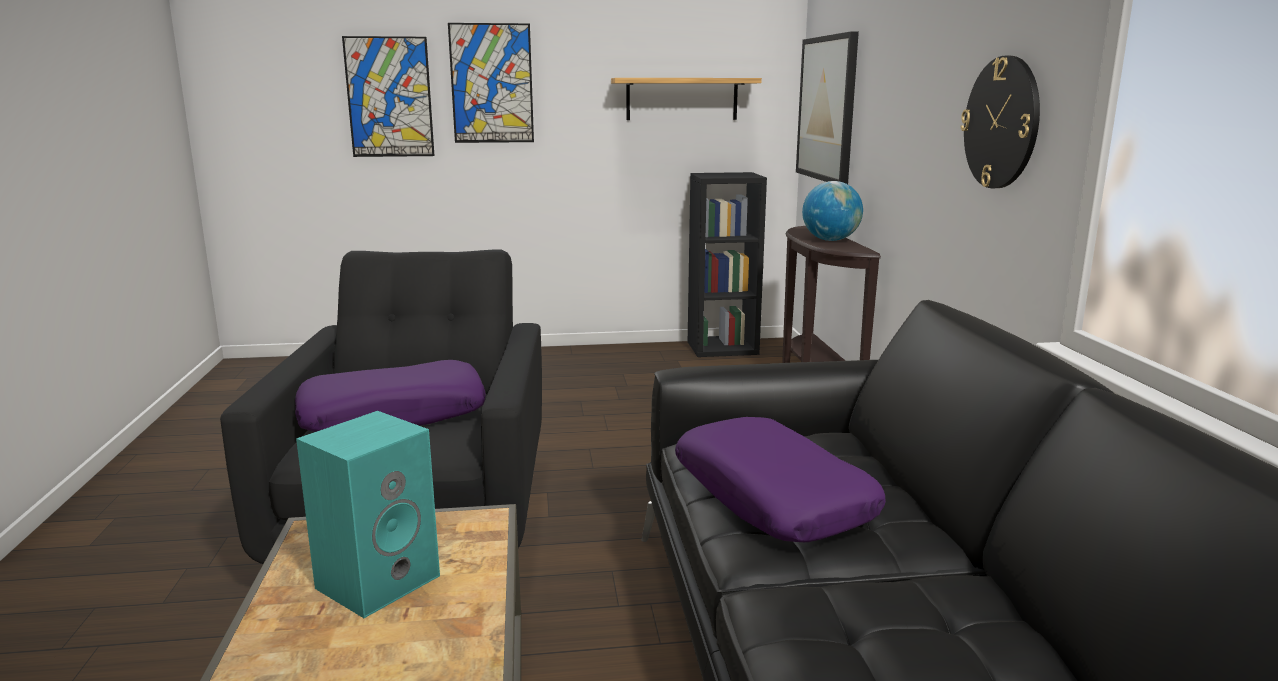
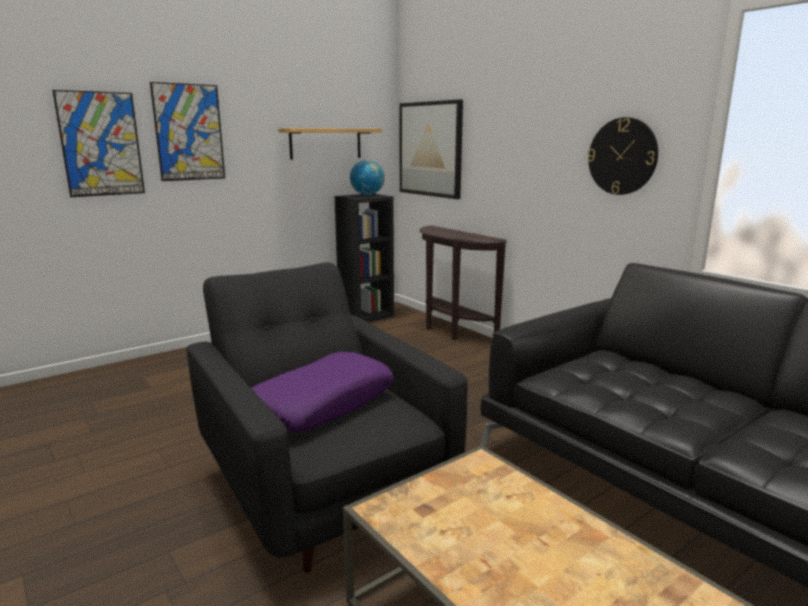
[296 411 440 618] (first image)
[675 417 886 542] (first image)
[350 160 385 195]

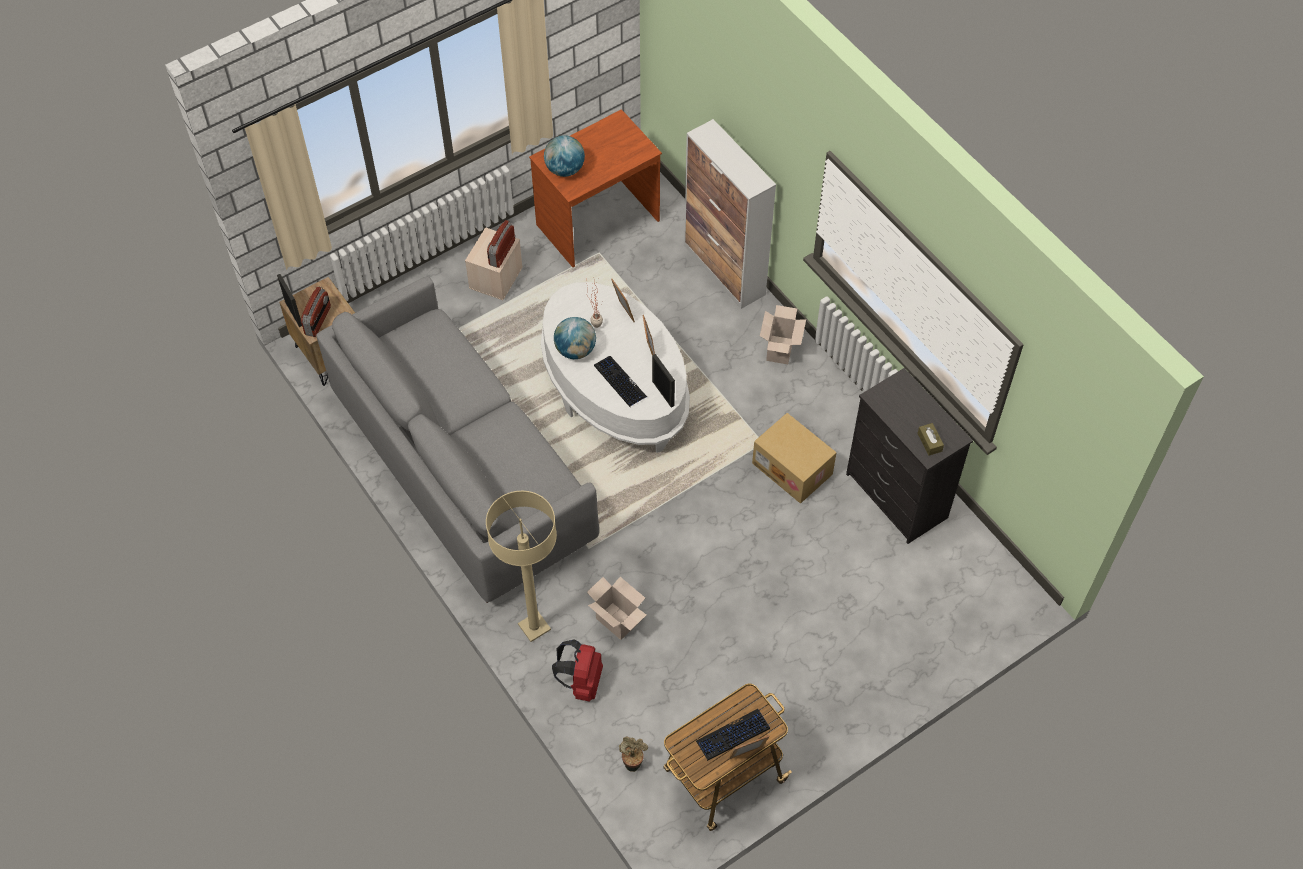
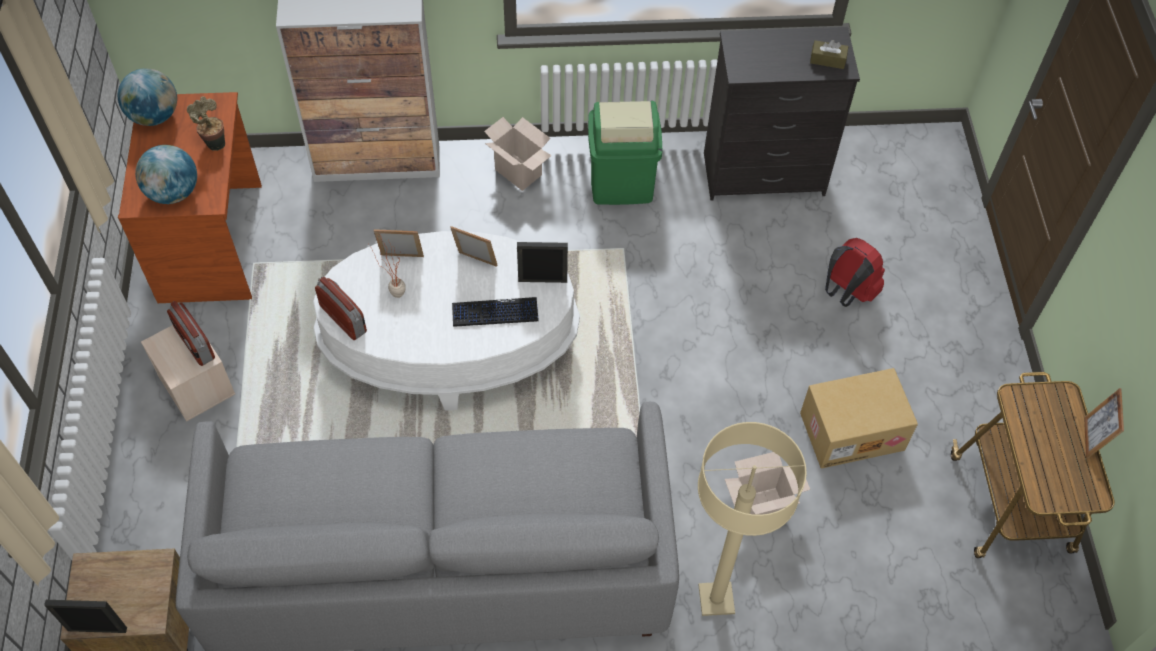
[696 709 770 761] (first image)
[588 101 662 205]
[315 277 367 340]
[825 238 885 307]
[117 68 177 126]
[187 96 225 151]
[800 368 918 469]

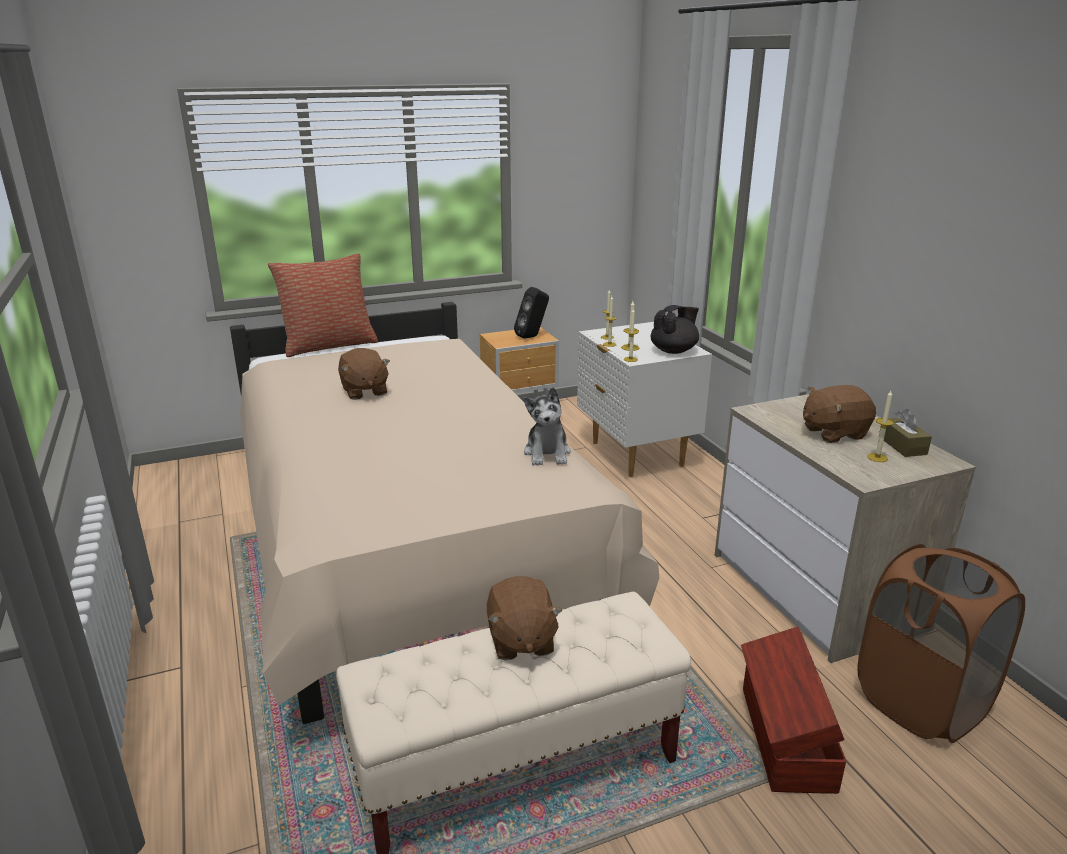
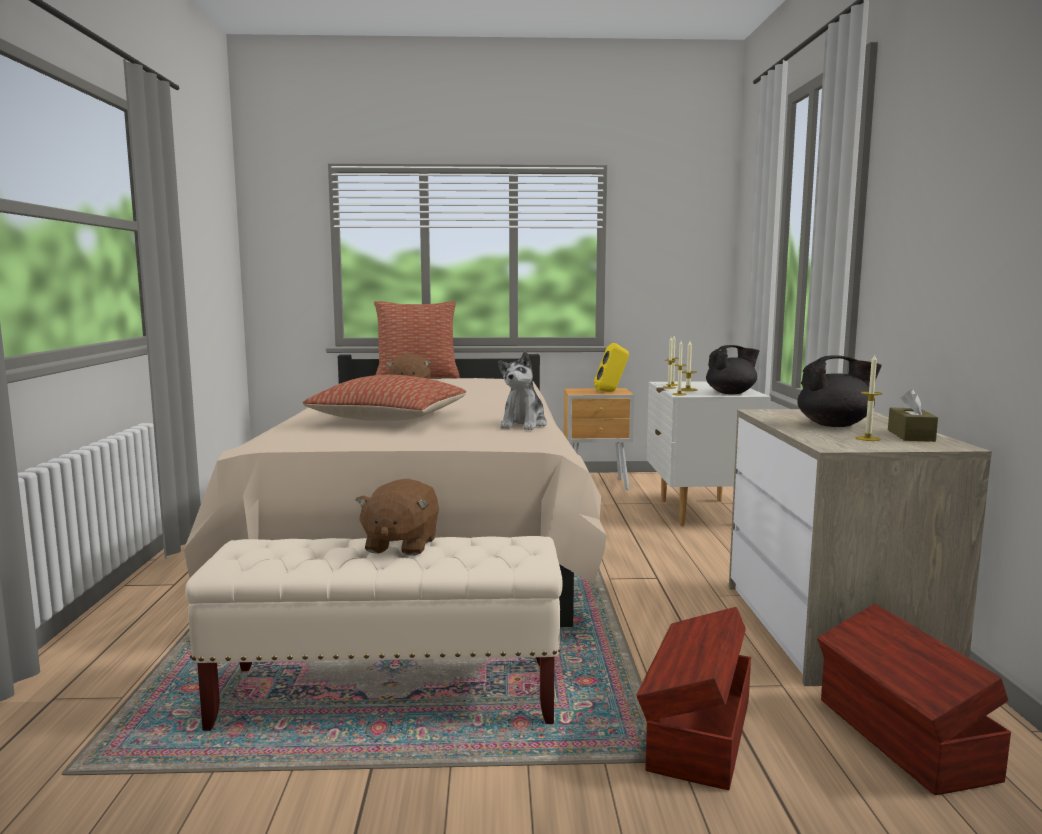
[303 375 466 421]
[797 355 882 427]
[817 604 1011 795]
[594 343 629 392]

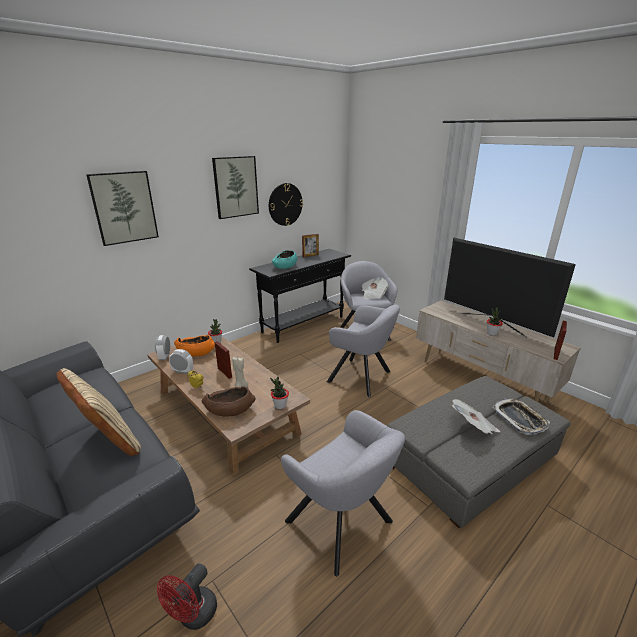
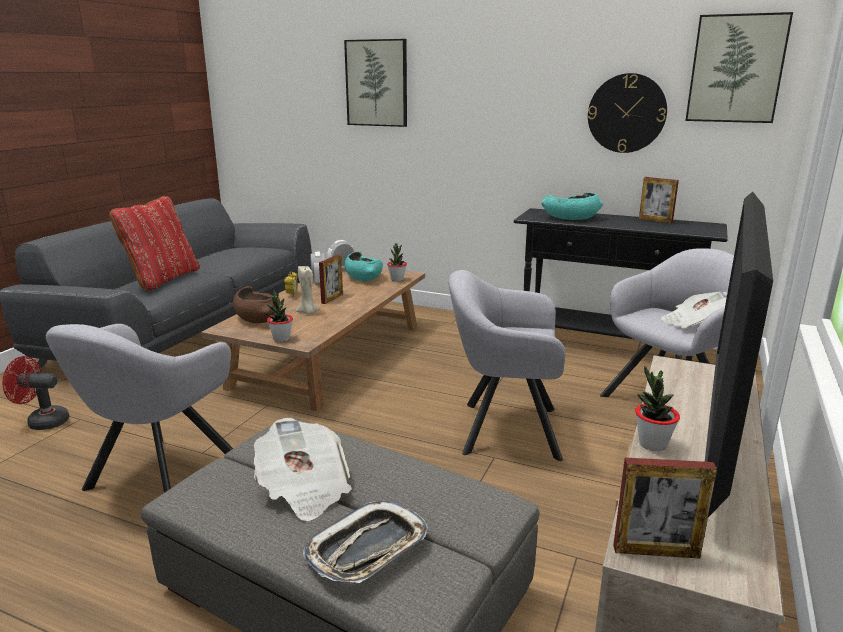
[685 12 793 123]
[109 196 200 291]
[345 251 383 281]
[448 270 566 461]

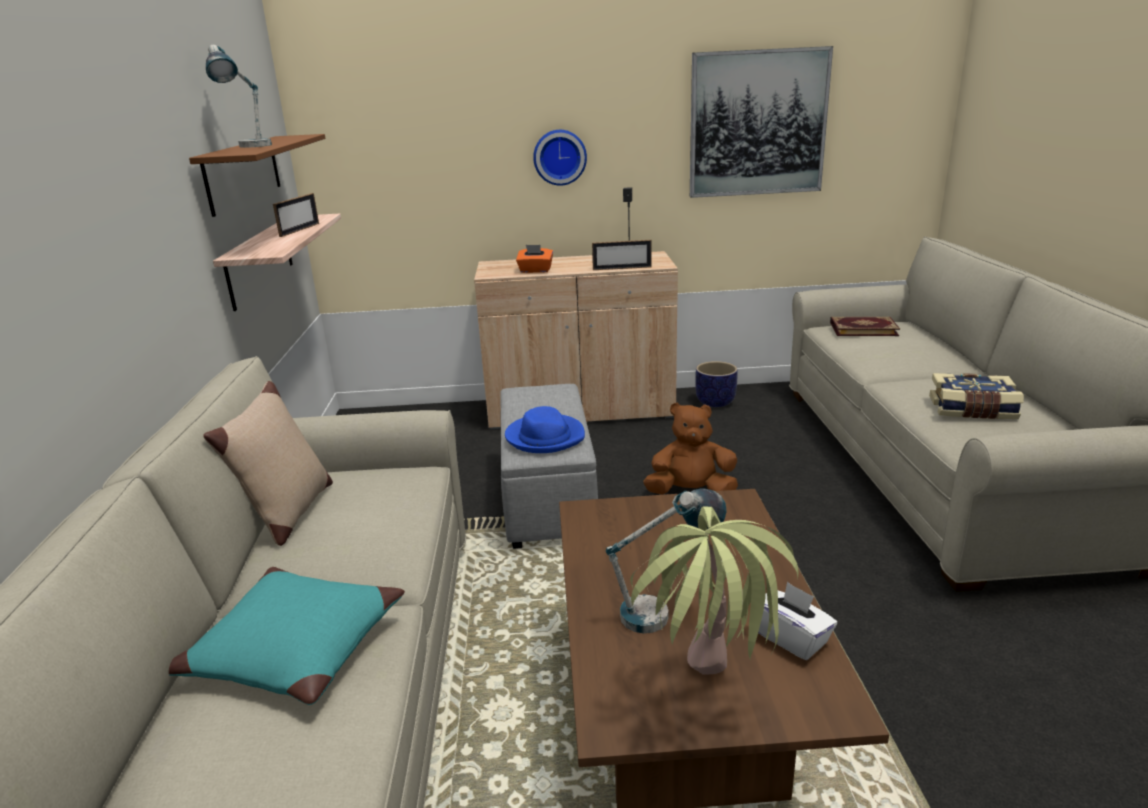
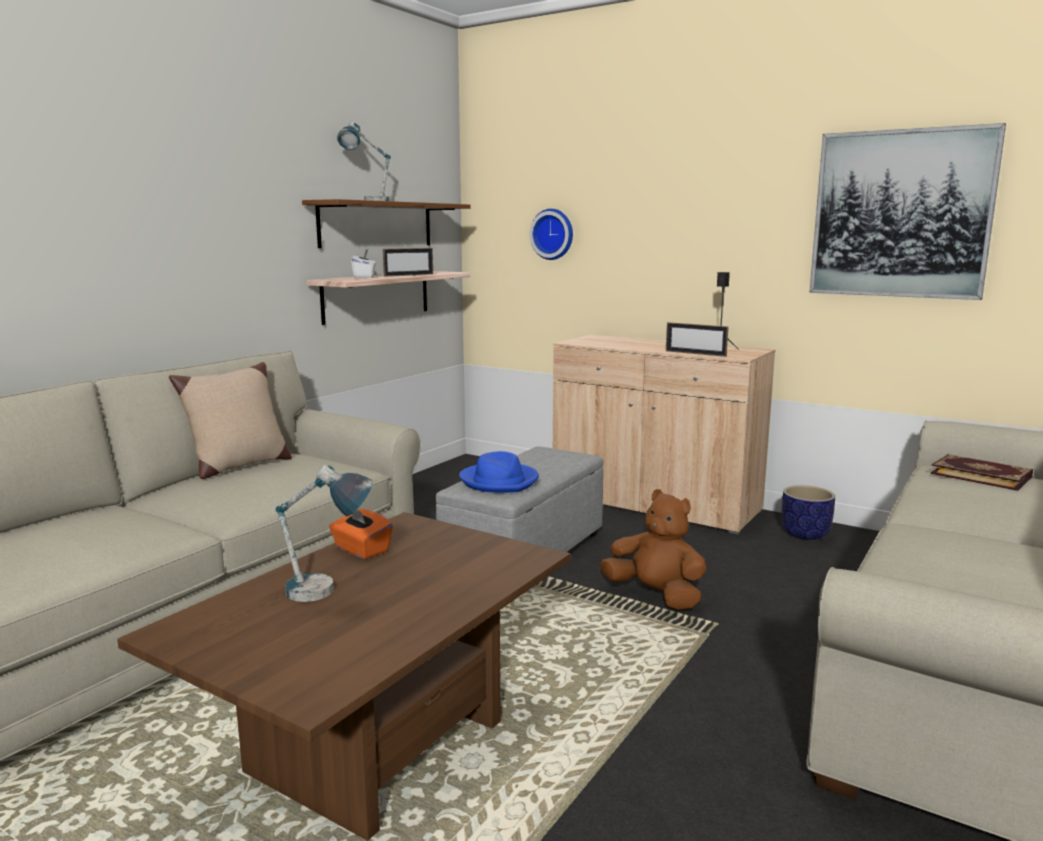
[169 567 405 705] (first image)
[630 506 798 674] (first image)
[929 373 1024 419] (first image)
[329 509 393 559]
[529 209 573 260]
[351 249 376 278]

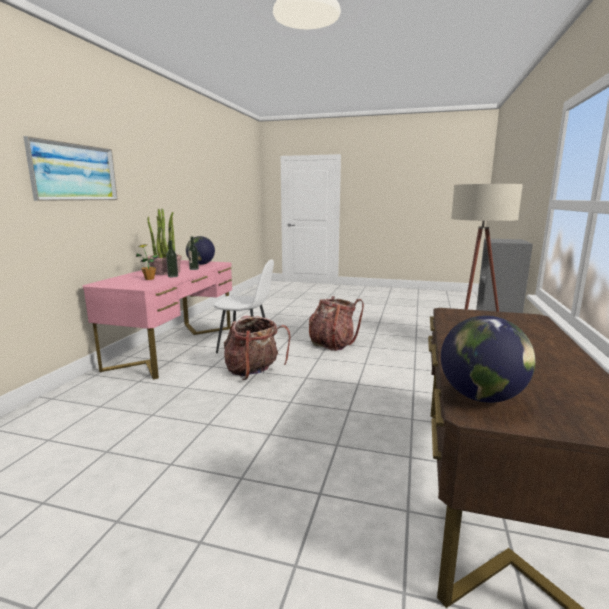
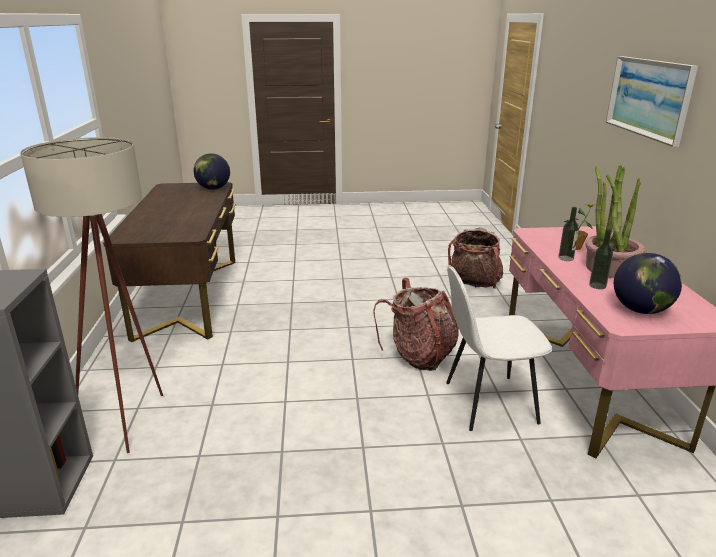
[448 227 503 289]

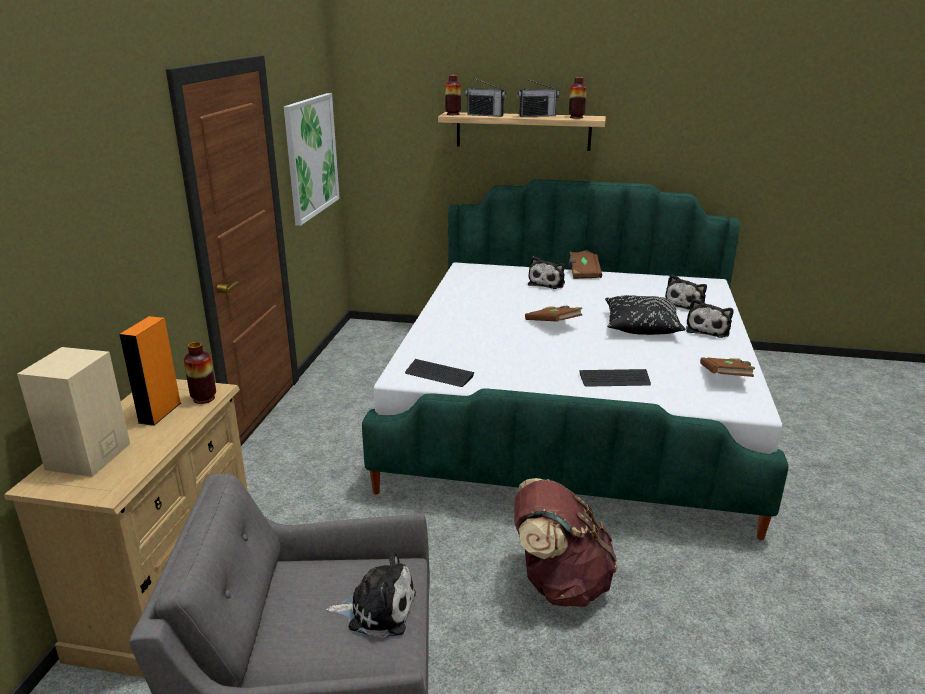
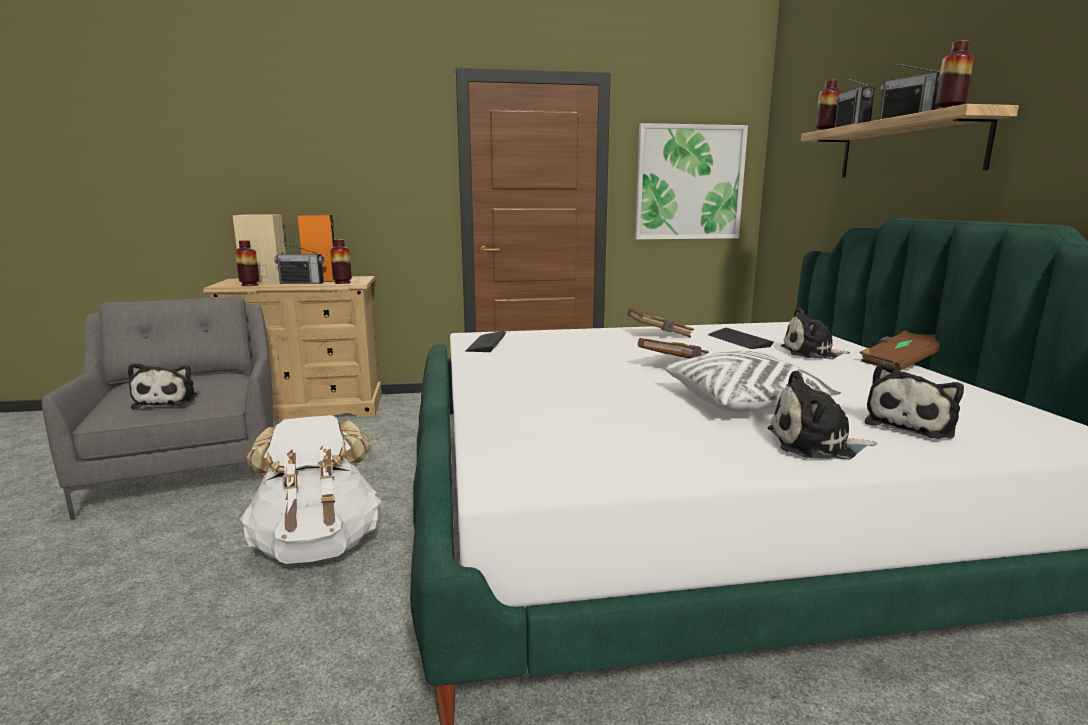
[235 240 259 286]
[274 242 324 284]
[708 328 774 349]
[627 308 694 338]
[240 415 382 564]
[664 351 841 412]
[865 363 964 439]

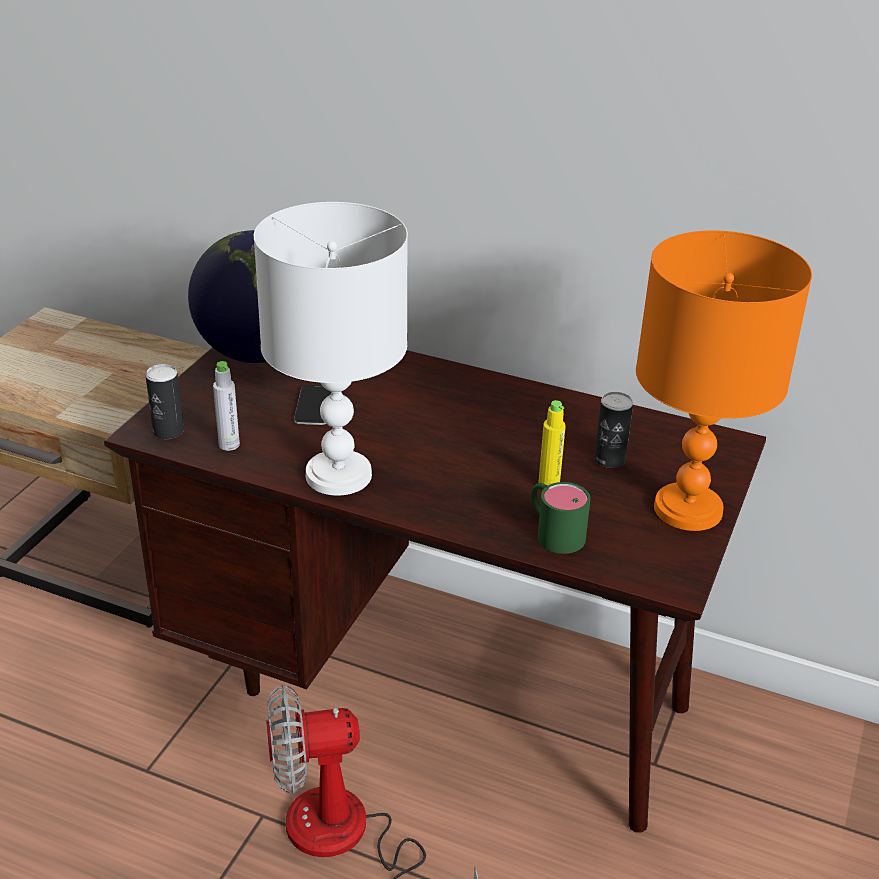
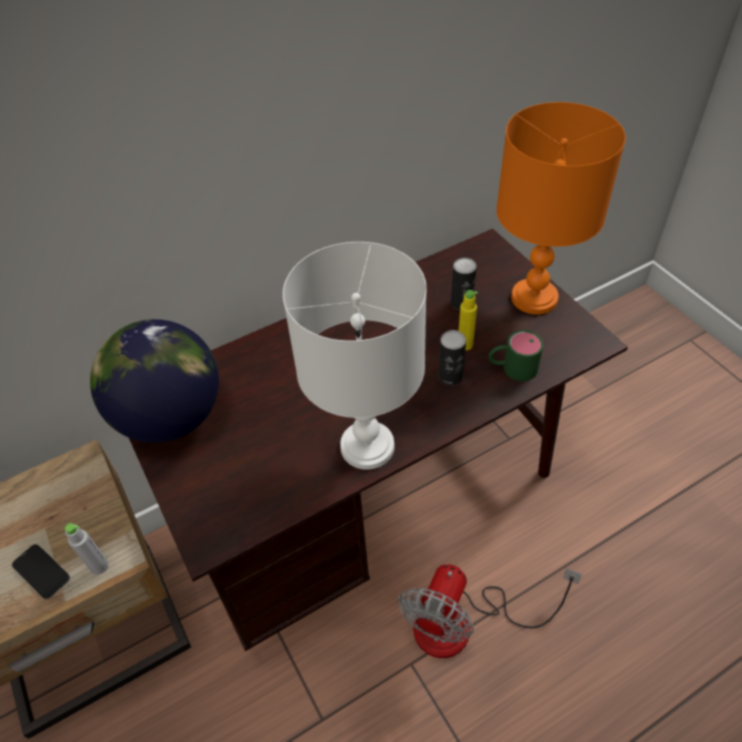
[439 330 466 385]
[65 523 109 575]
[12 544 70 599]

